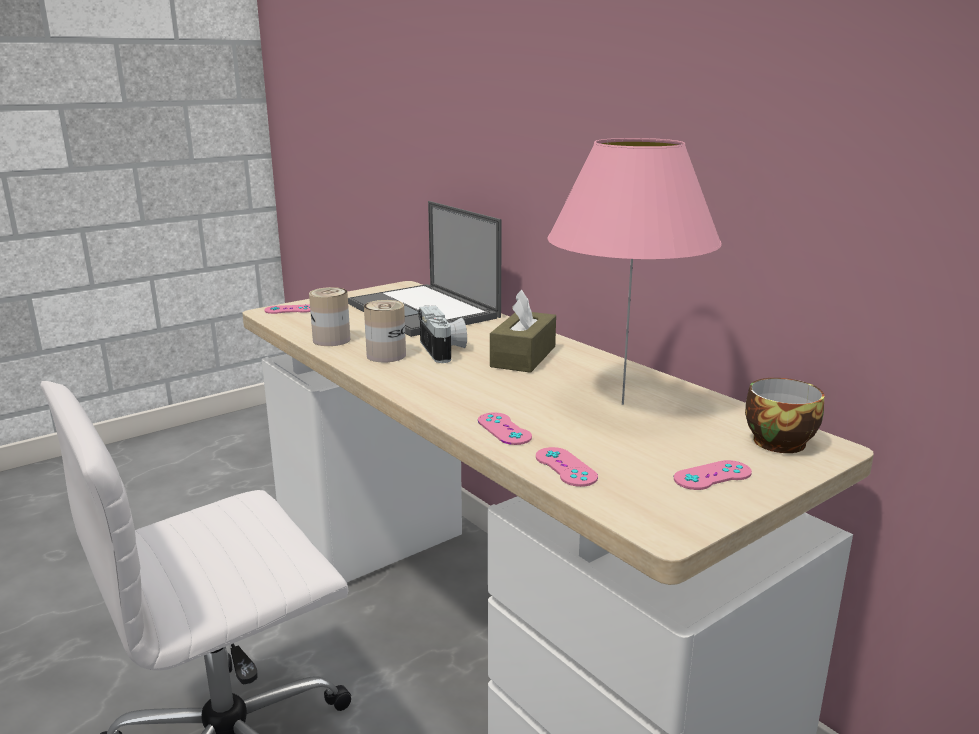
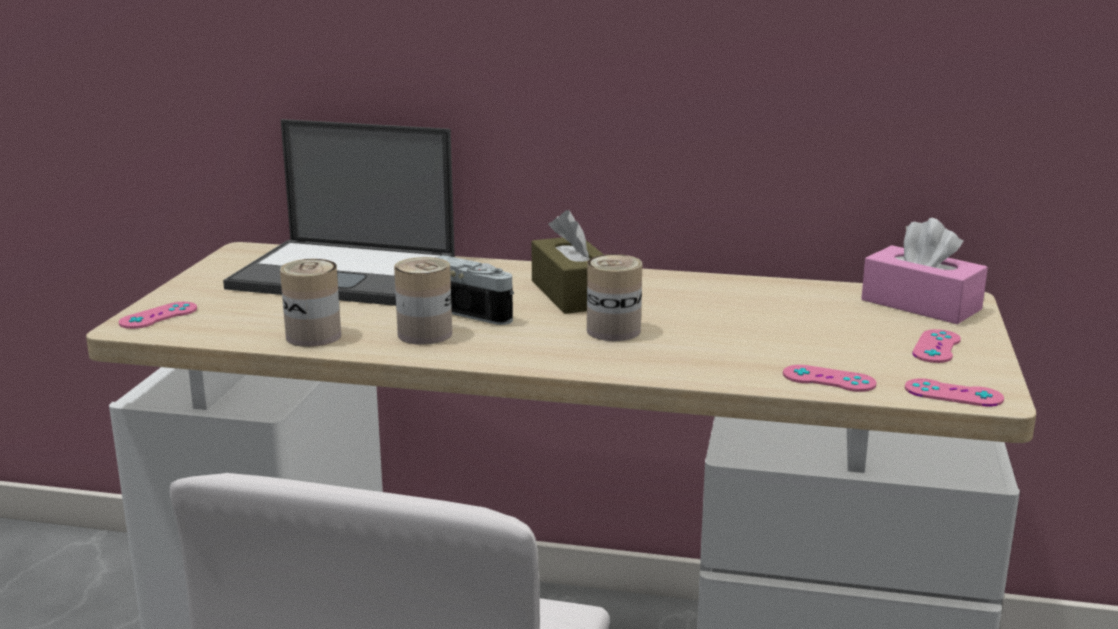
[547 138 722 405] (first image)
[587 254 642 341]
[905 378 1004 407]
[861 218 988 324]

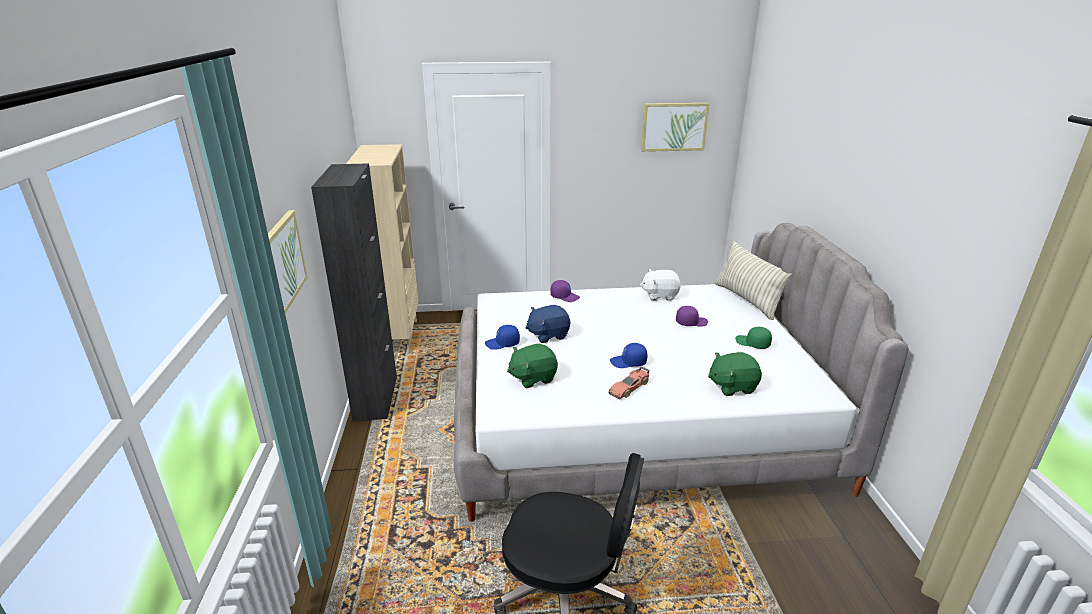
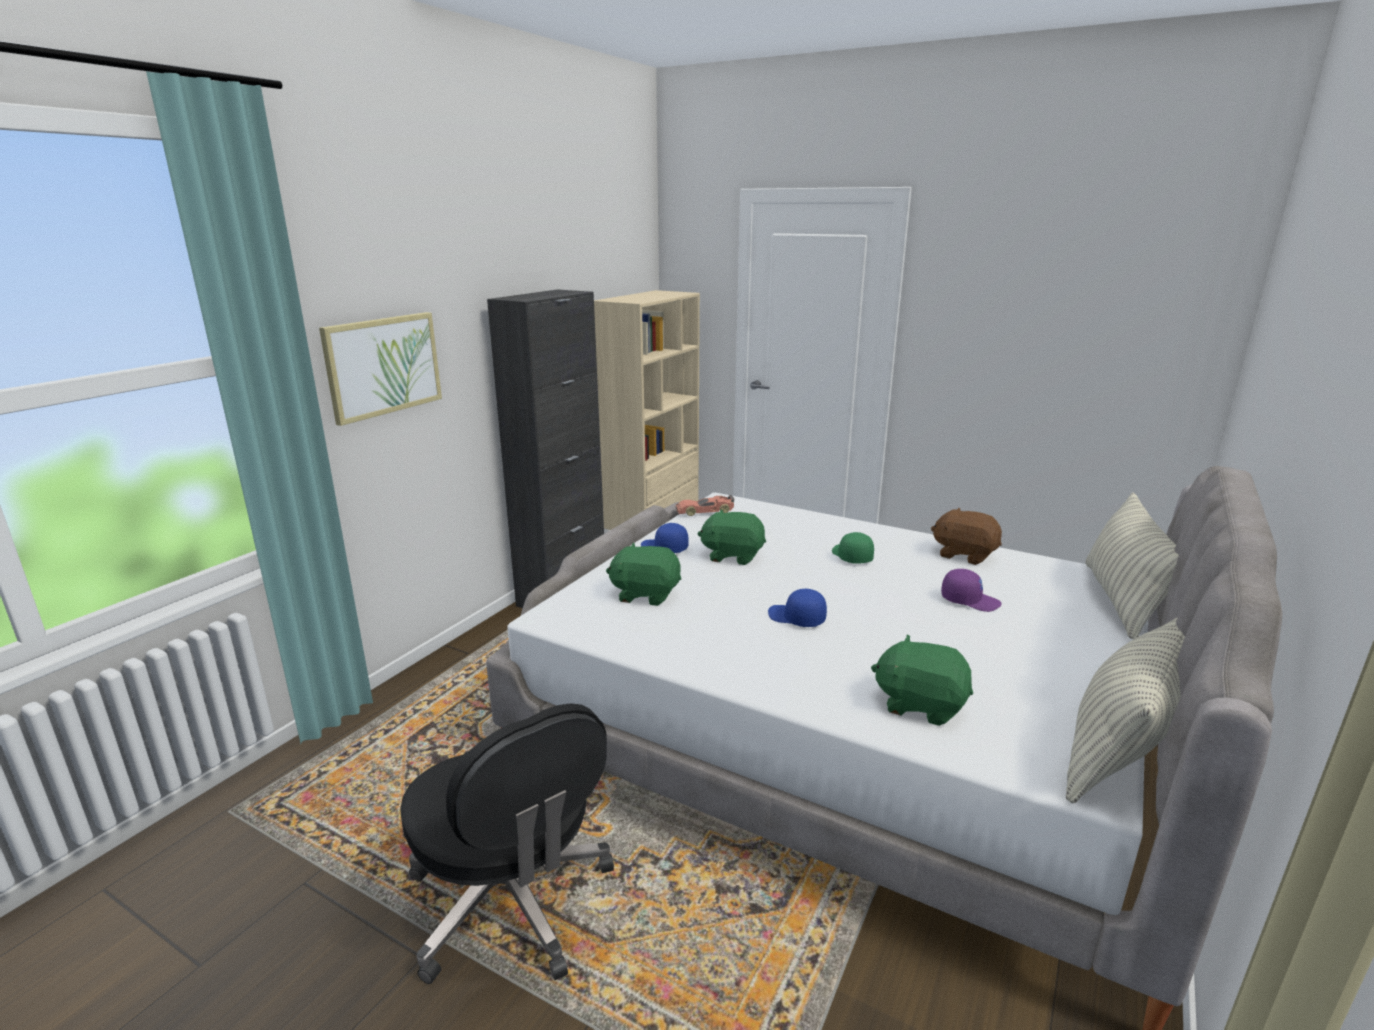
[550 280 580 302] (first image)
[641 103 709 152] (first image)
[1066 617 1185 803]
[676 495 735 516]
[832 532 874 564]
[698 509 766 565]
[931 508 1002 565]

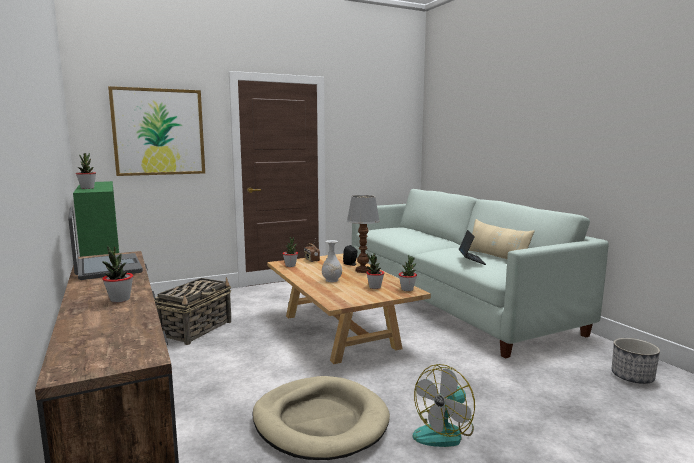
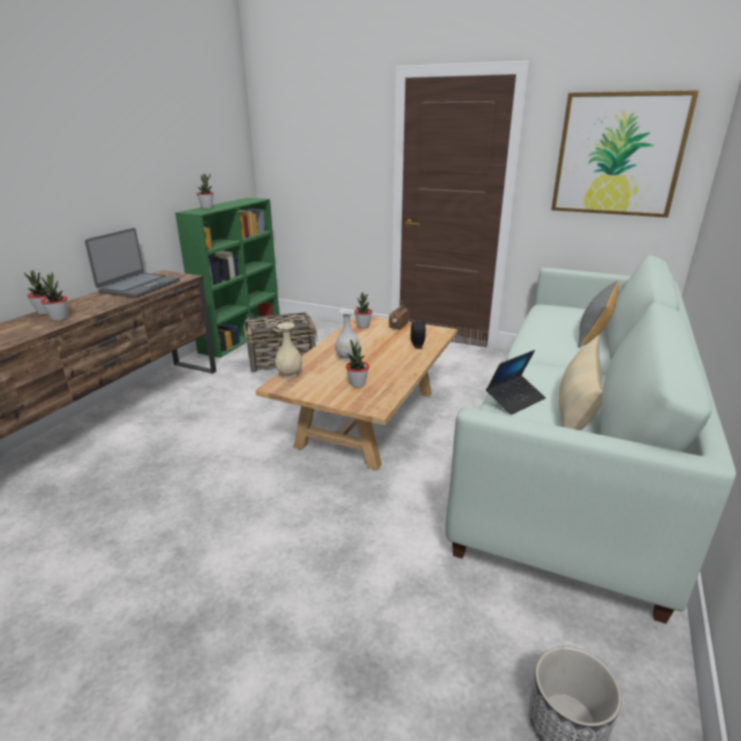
[252 376 390 460] (first image)
[347 195 380 273] (first image)
[413 364 475 447] (first image)
[275 323 302 378]
[578 280 619 348]
[551 90 699 217]
[24 270 50 315]

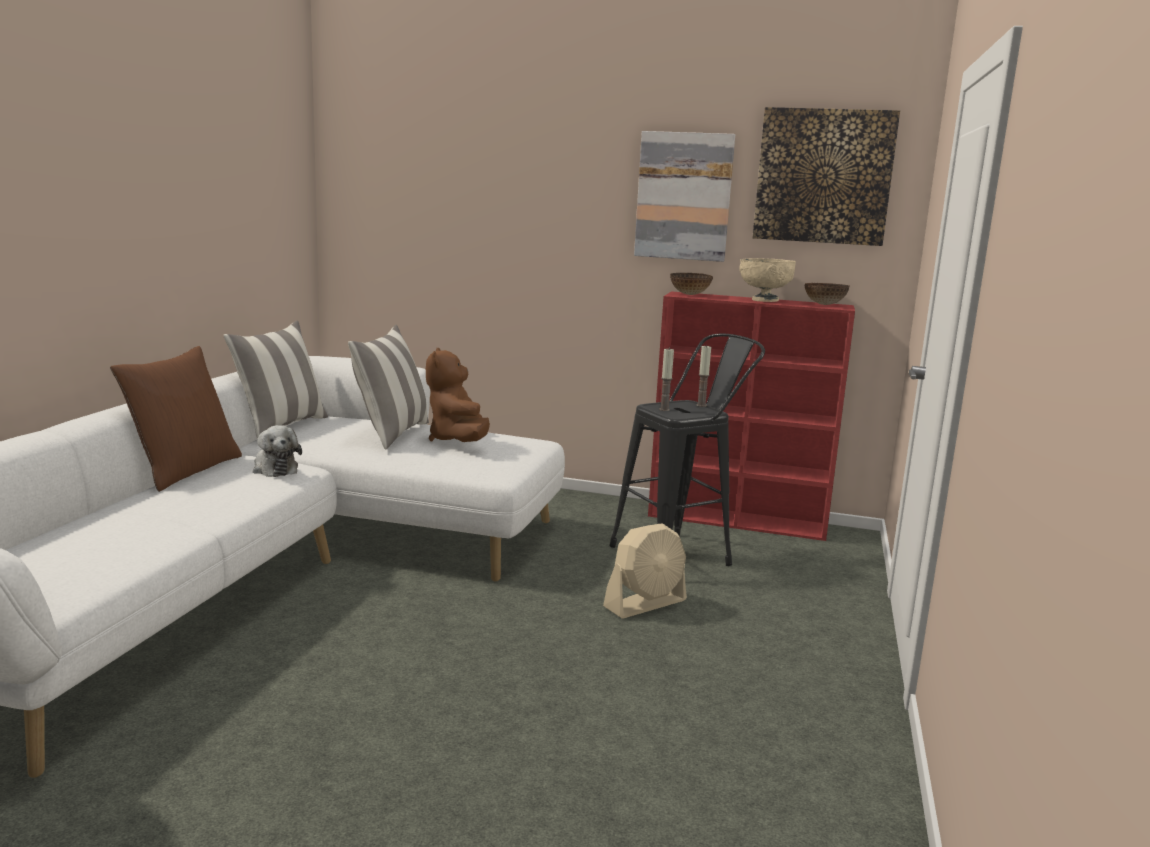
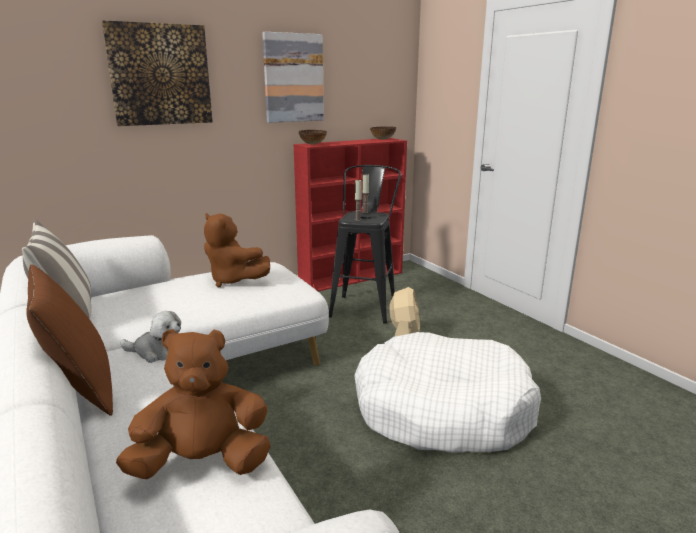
[348 325 429 450] (first image)
[739 258 796 302] (first image)
[116 329 271 479]
[354 332 541 453]
[102 20 213 126]

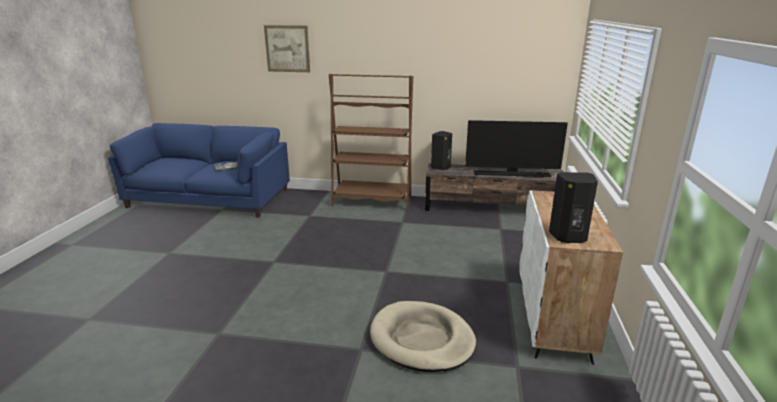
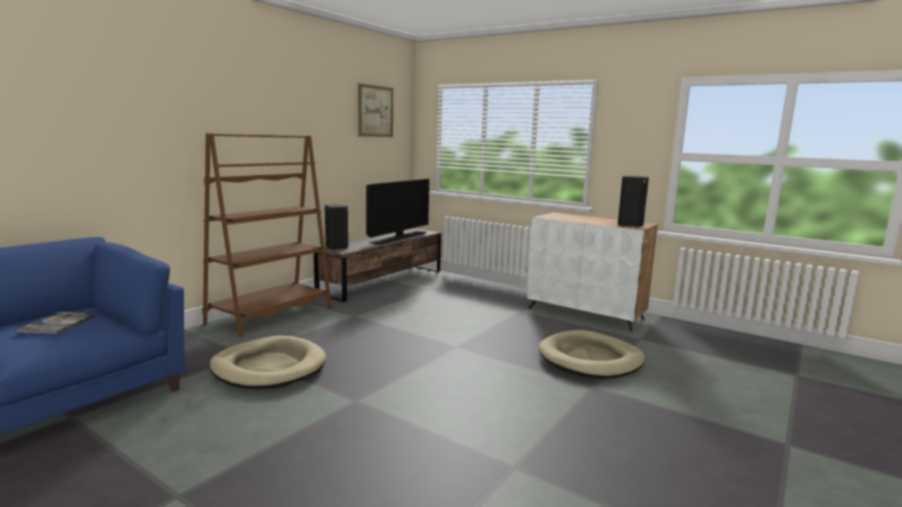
[210 335 327 389]
[358 83 393 137]

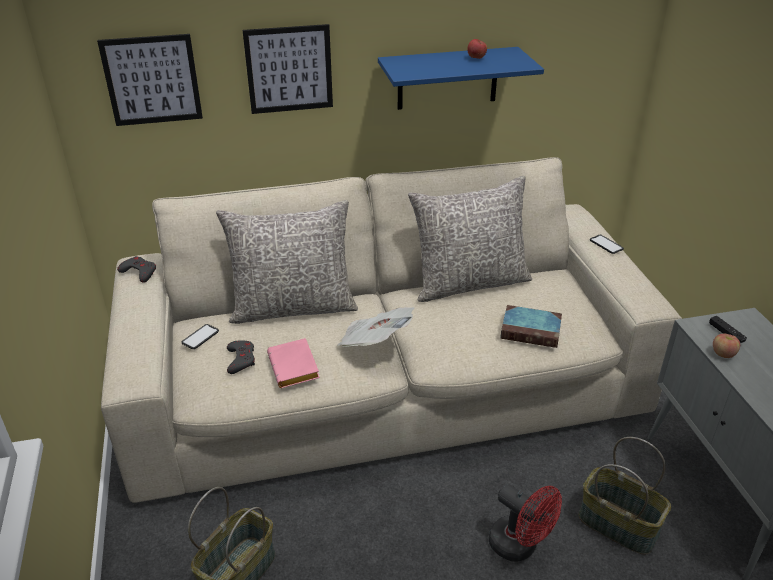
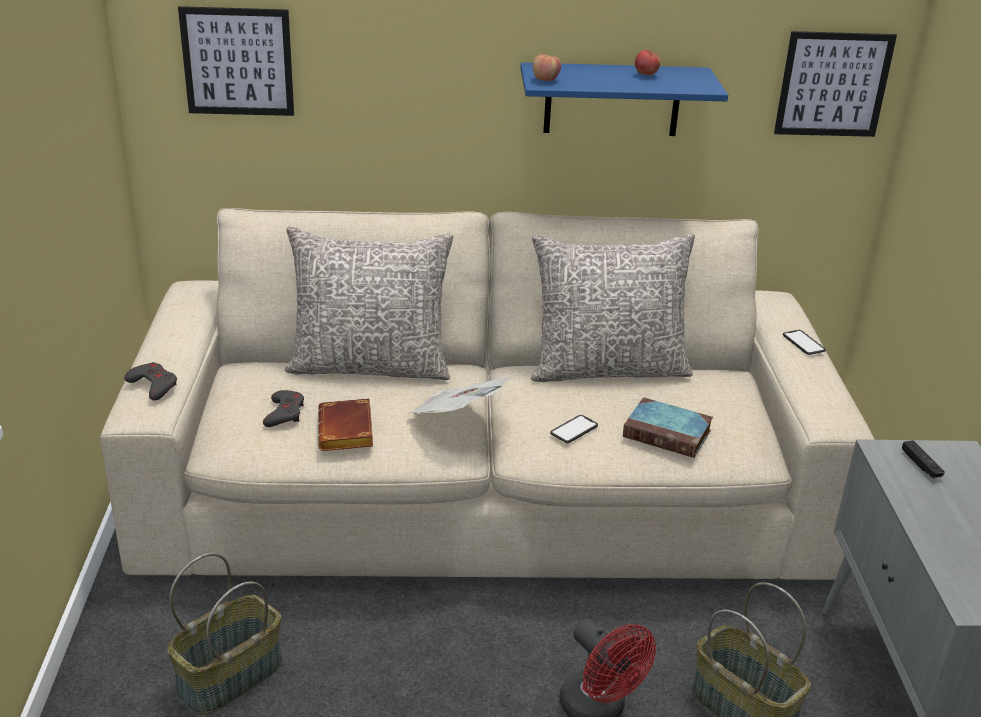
[124 362 177 401]
[550 415 598 443]
[774 31 897 137]
[532 54 561 81]
[318 398 373 451]

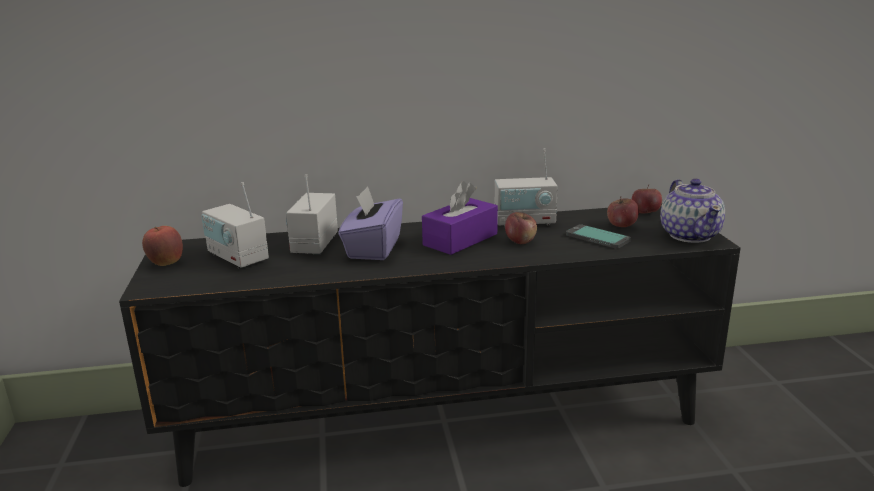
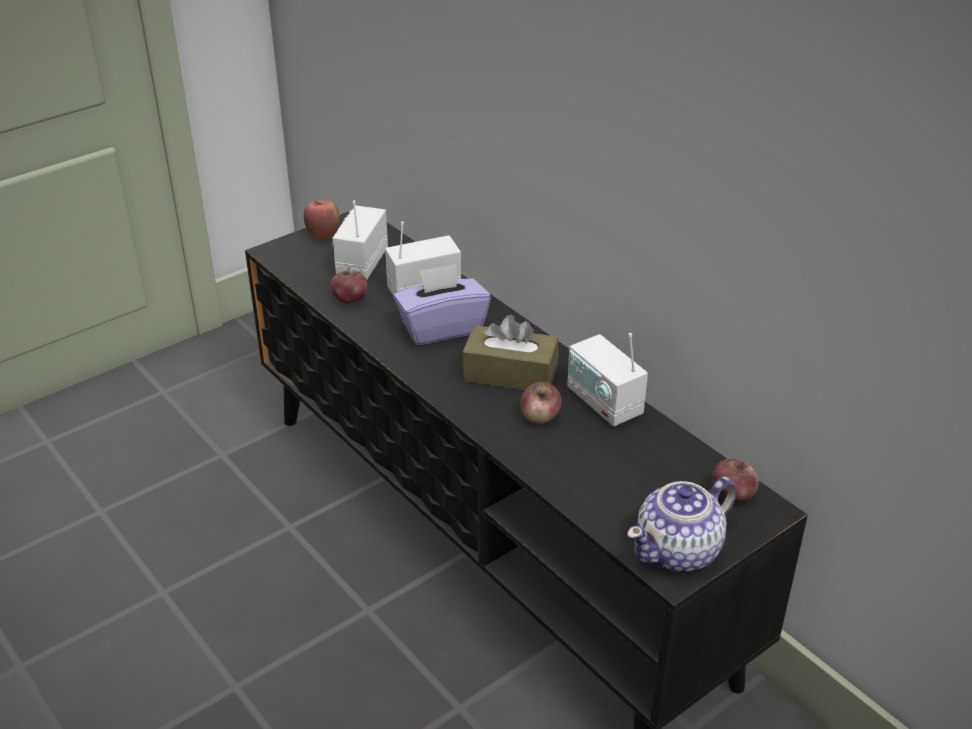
[566 224 631 249] (first image)
[331 268 367 303]
[463 315 559 391]

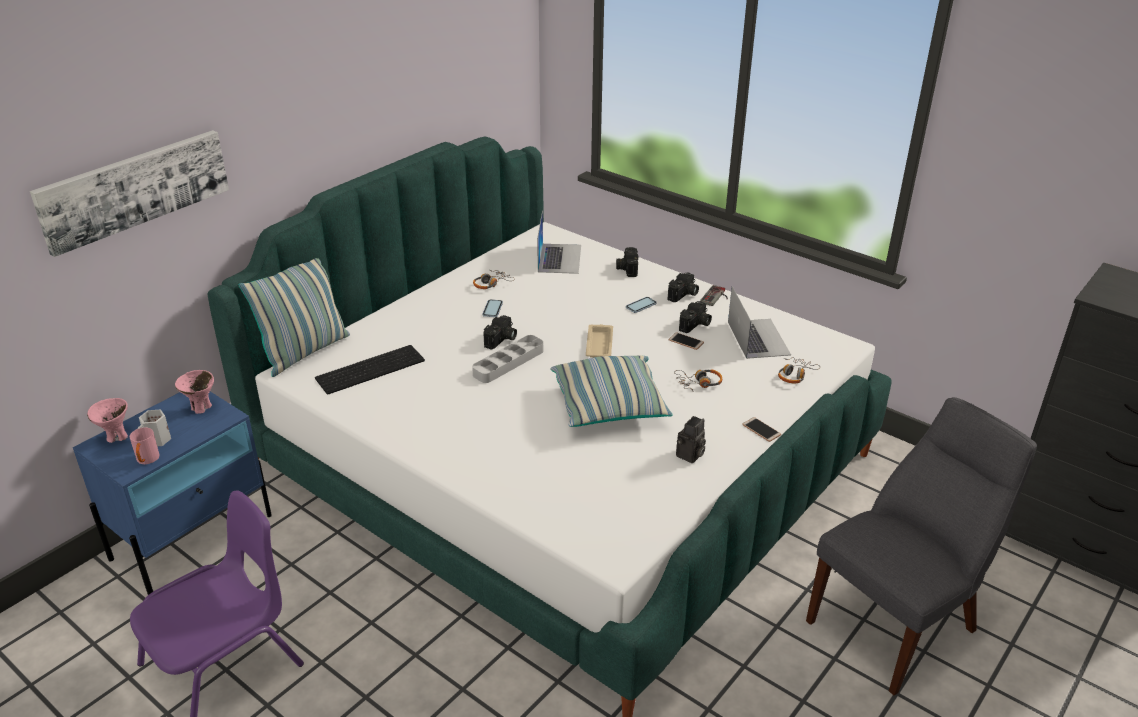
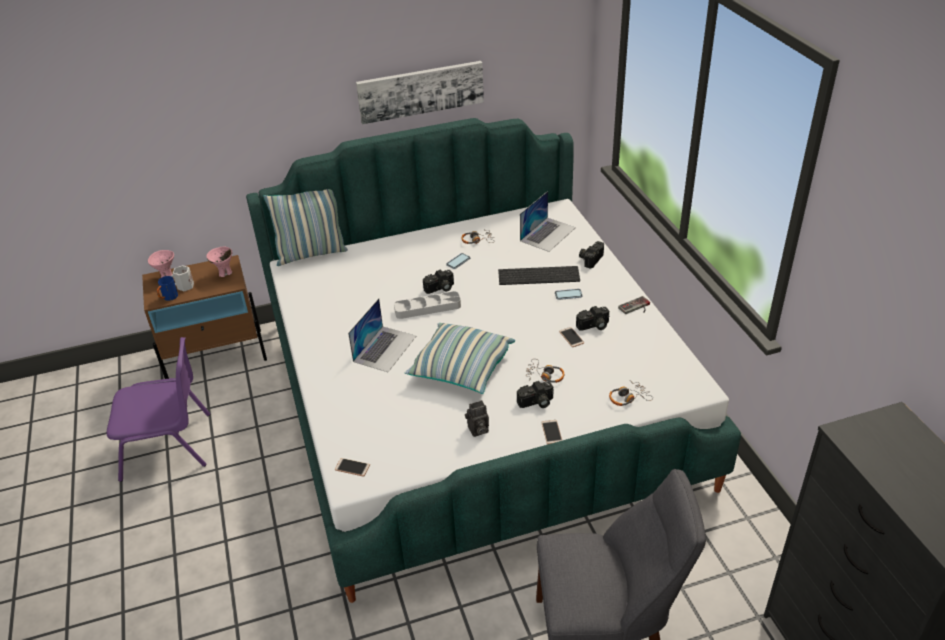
[586 324 613 358] (first image)
[335 458 370 477]
[356 61 484 124]
[498 266 580 285]
[517 381 554 408]
[348 298 416 372]
[142 255 267 379]
[157 276 178 301]

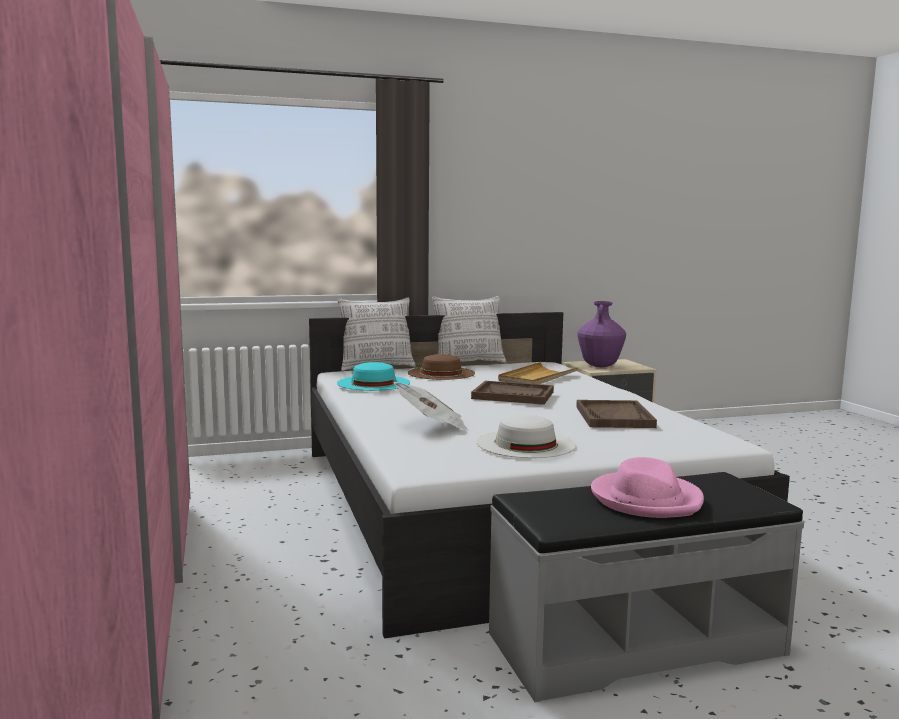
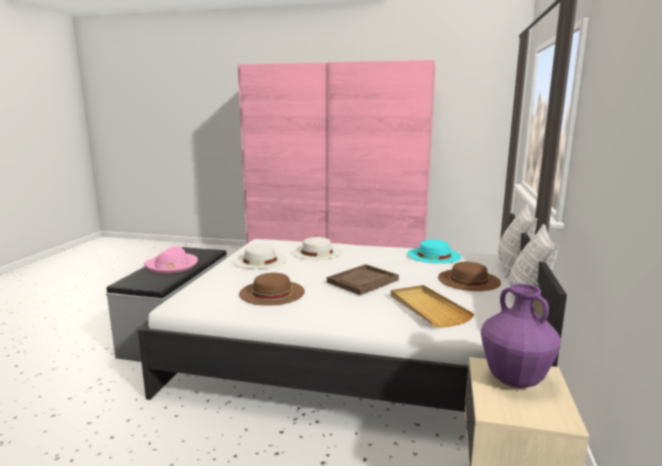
[291 237 342 260]
[239 273 305 306]

